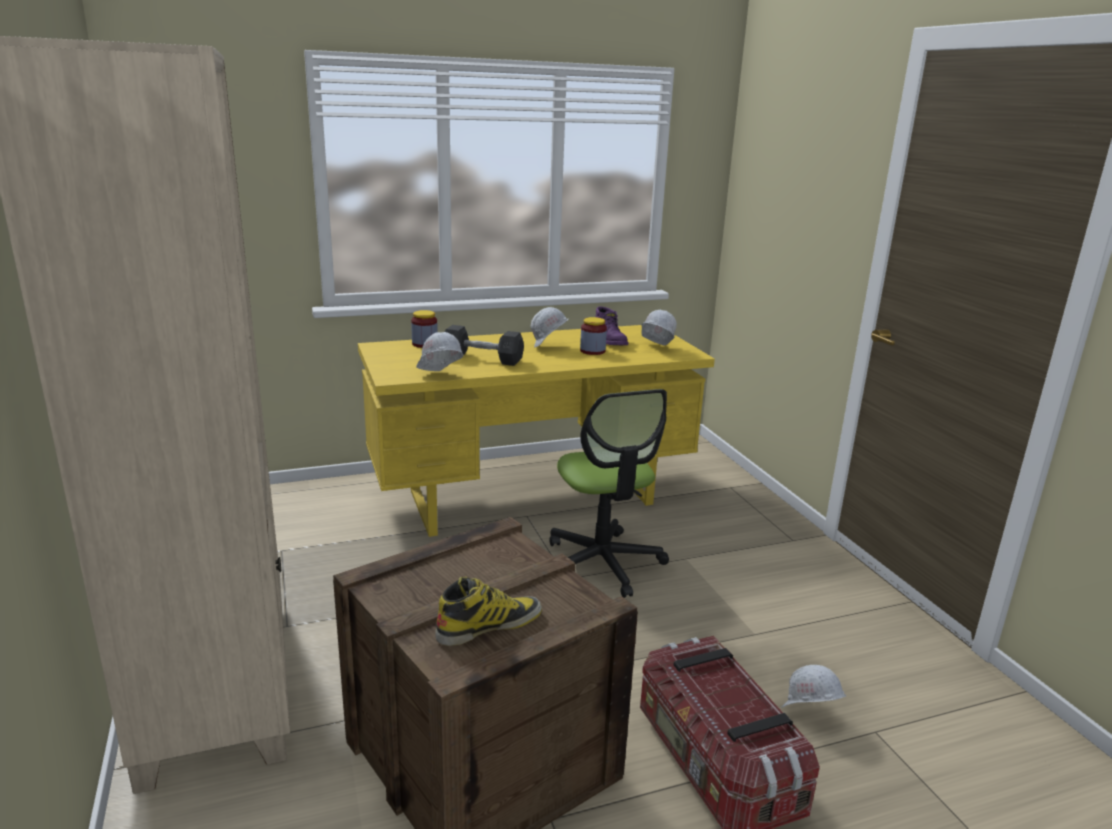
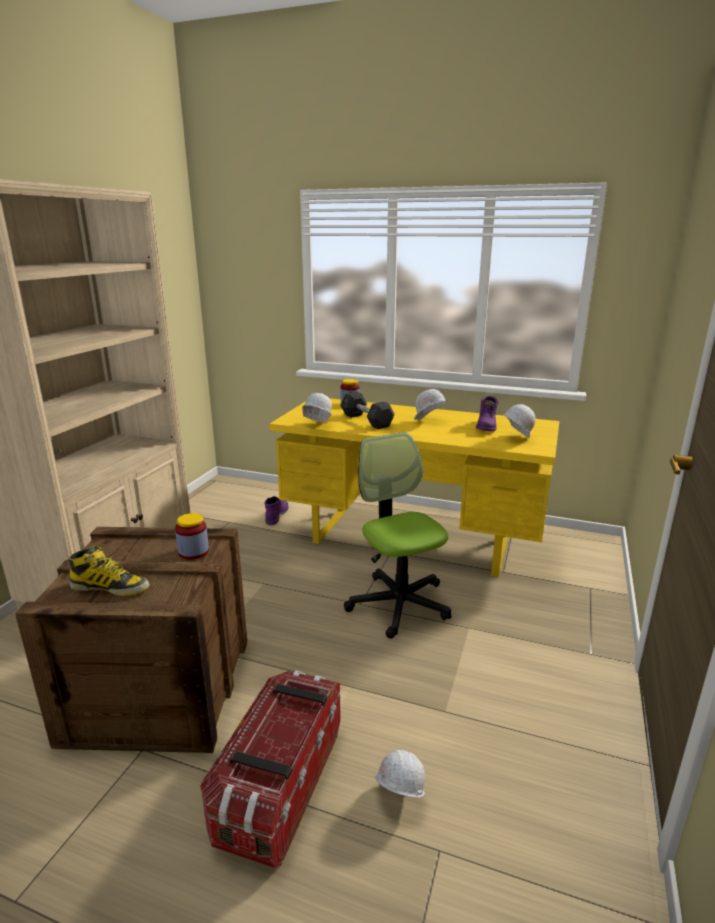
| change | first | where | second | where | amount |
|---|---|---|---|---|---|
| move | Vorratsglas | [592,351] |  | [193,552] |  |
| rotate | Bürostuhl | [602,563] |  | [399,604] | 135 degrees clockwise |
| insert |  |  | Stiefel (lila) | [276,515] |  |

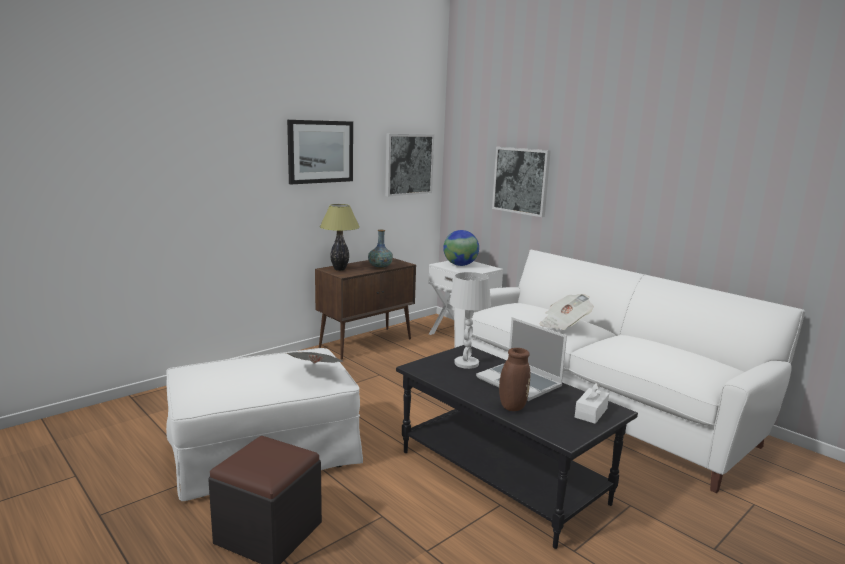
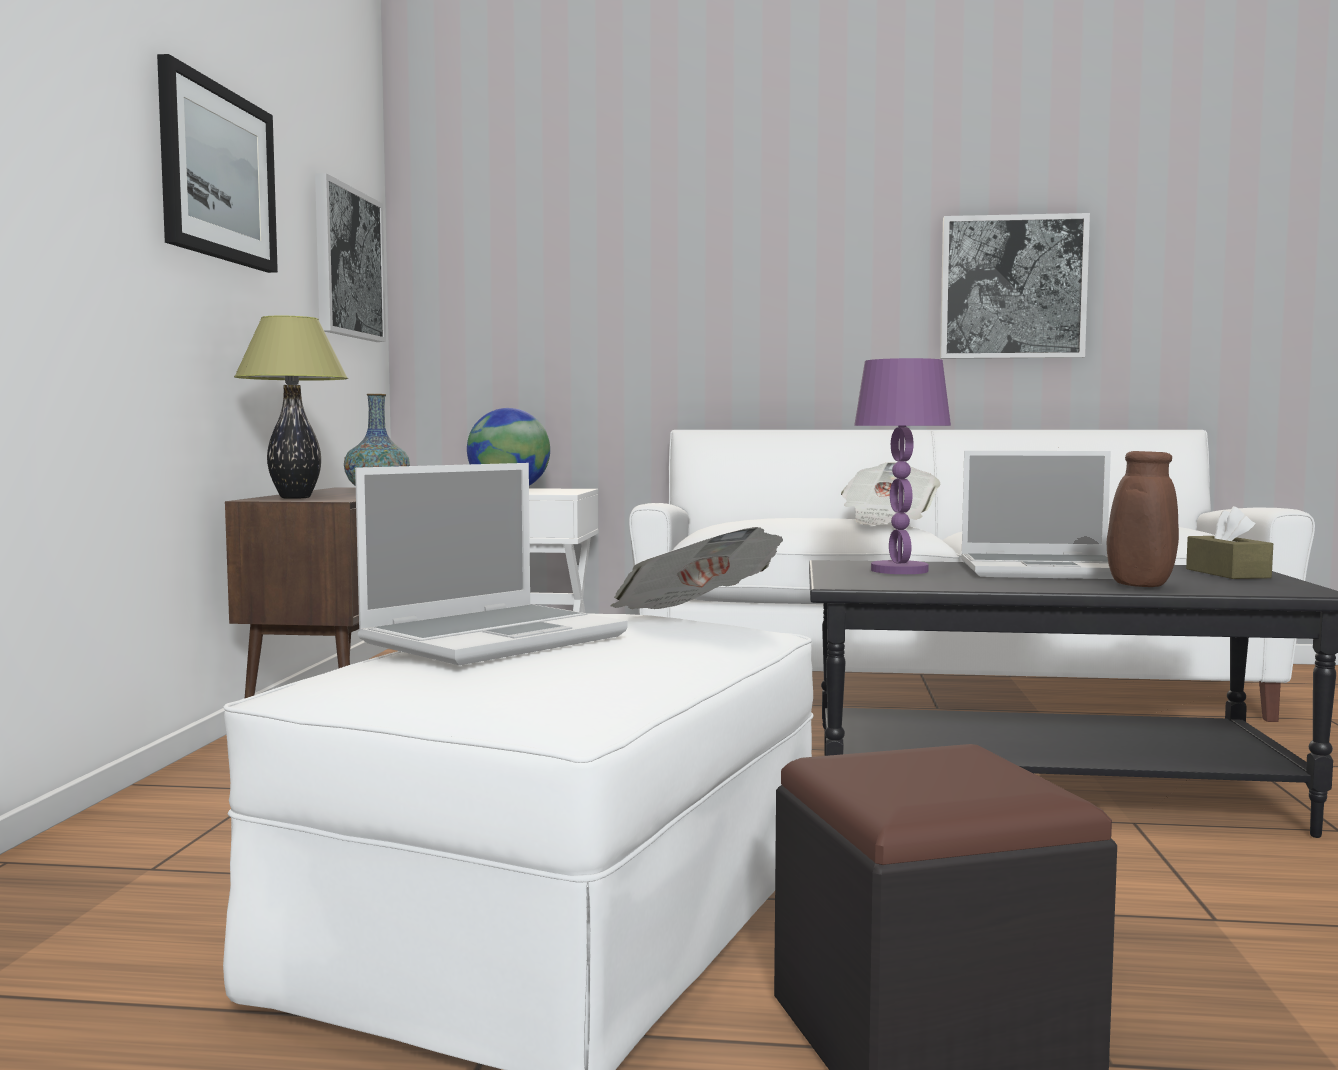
| change | first | where | second | where | amount |
|---|---|---|---|---|---|
| move | Bild | [521,181] |  | [1012,287] |  |
| recolor | Tischlampe (weiß) | [466,363] | Tischlampe (lila) | [900,570] |  |
| recolor | Taschentuchbox (weiß) | [591,413] | Taschentuchbox (braun) | [1227,573] |  |
| insert |  |  | Laptop | [494,638] |  |

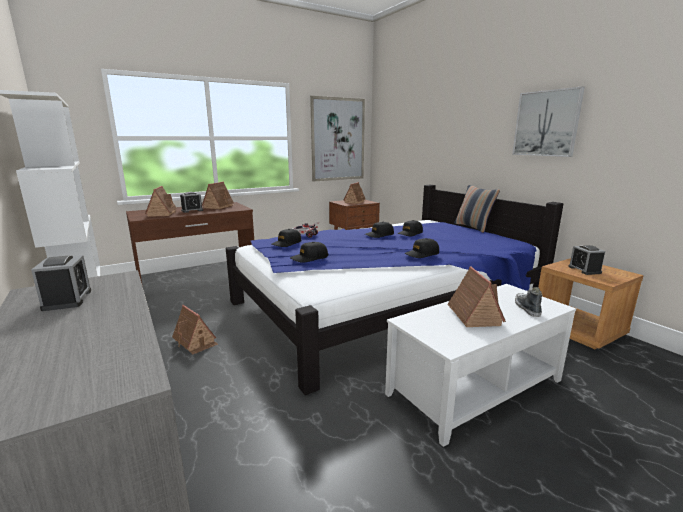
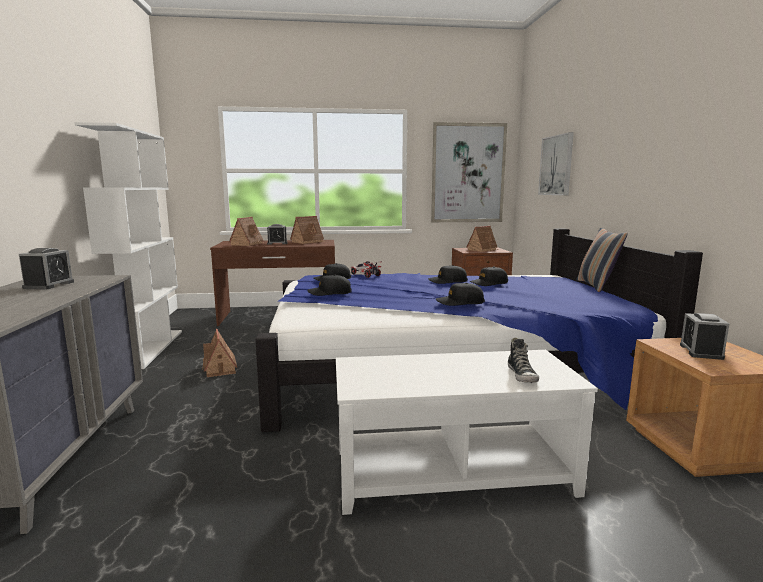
| change | first | where | second | where | amount |
|---|---|---|---|---|---|
| move | Bild | [546,123] |  | [556,165] |  |
| delete | Spielzeughaus | [473,315] |  |  |  |
| rotate | Schuh | [526,308] |  | [522,375] | 150 degrees clockwise |

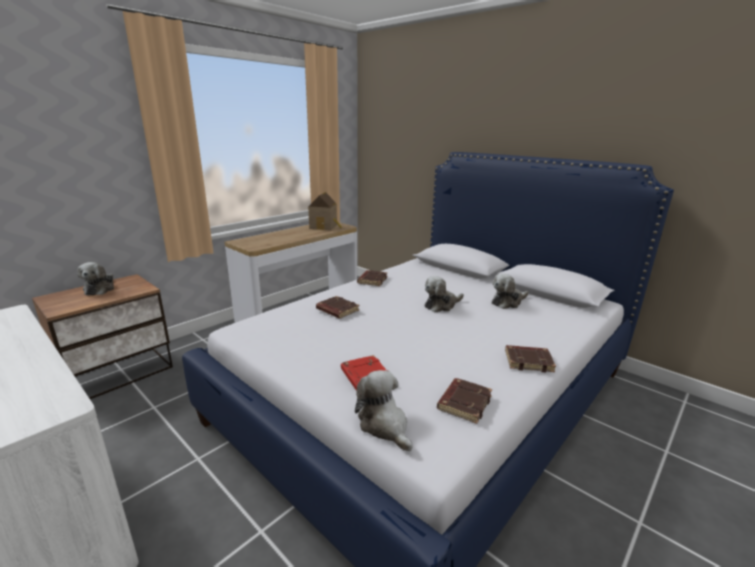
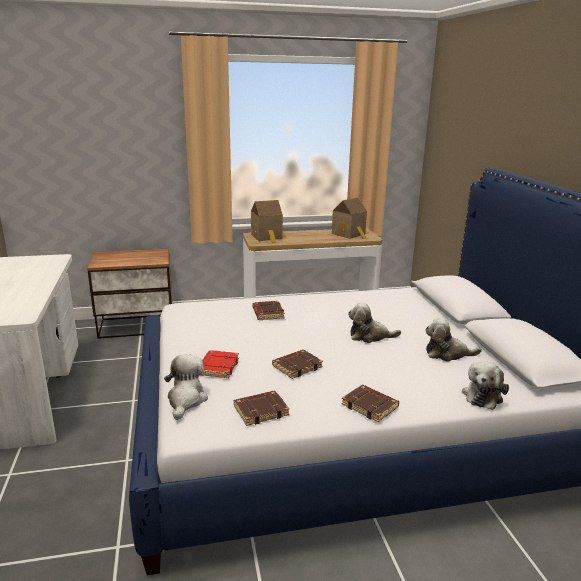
| change | first | where | second | where | amount |
|---|---|---|---|---|---|
| move | Plüschtier | [100,289] |  | [483,395] |  |
| move | Buch (braun) | [372,280] |  | [297,366] |  |
| insert |  |  | Spielzeughaus | [267,237] |  |

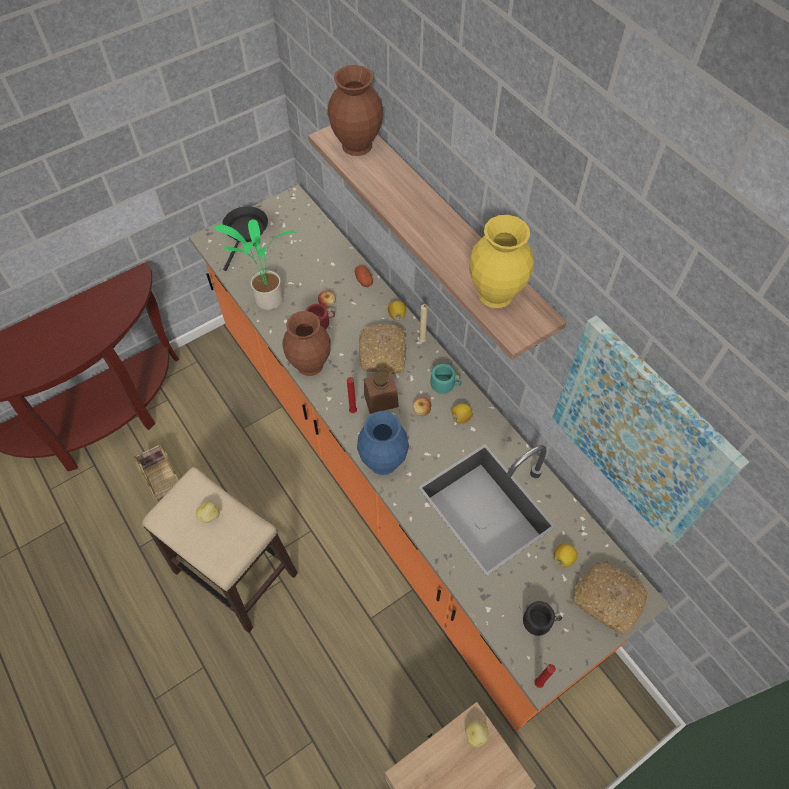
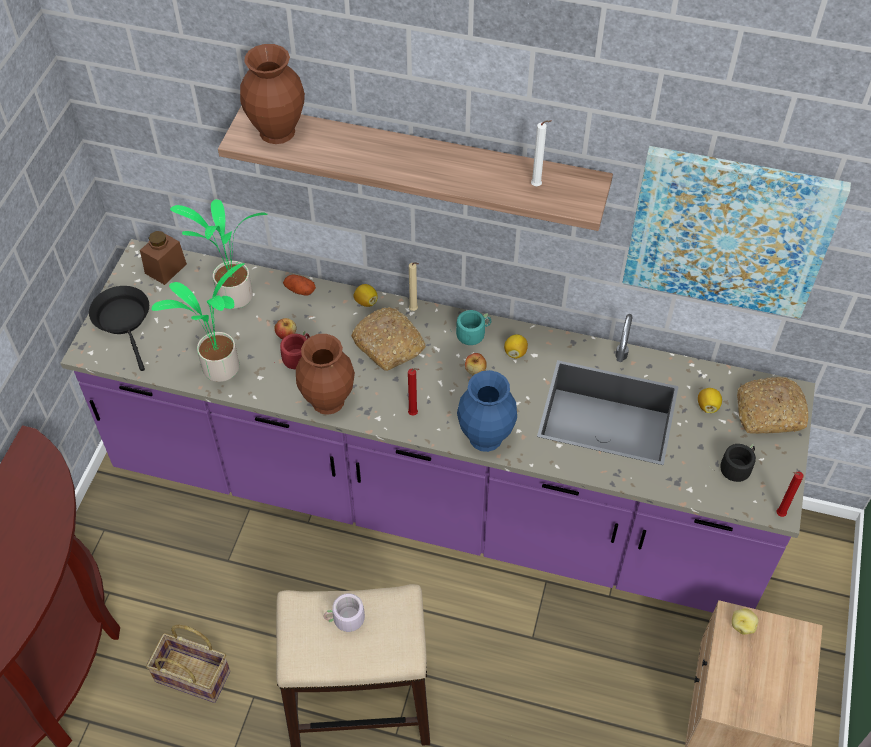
| change | first | where | second | where | amount |
|---|---|---|---|---|---|
| recolor | Küchenzeile (orange) | [394,480] | Küchenzeile (lila) | [435,497] |  |
| replace | Vase (gelb) | [495,295] | Kerze (weiß) | [537,186] |  |
| move | Vorratsglas (braun) | [381,400] |  | [165,268] |  |
| replace | Kartoffel | [210,516] | Henkelbecher (grau) | [345,621] |  |
| insert |  |  | Topfpflanze | [233,298] |  |

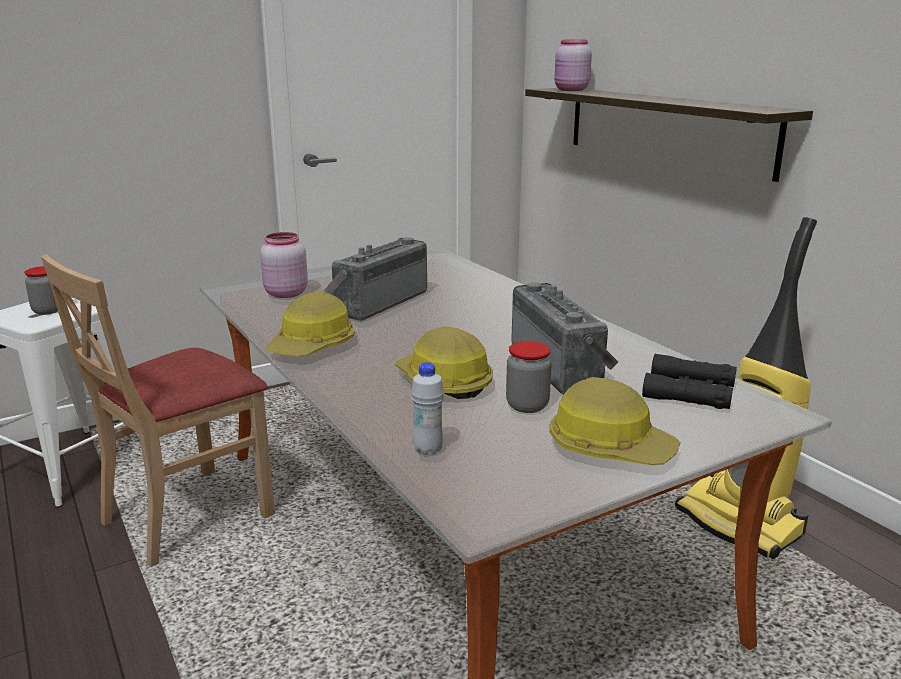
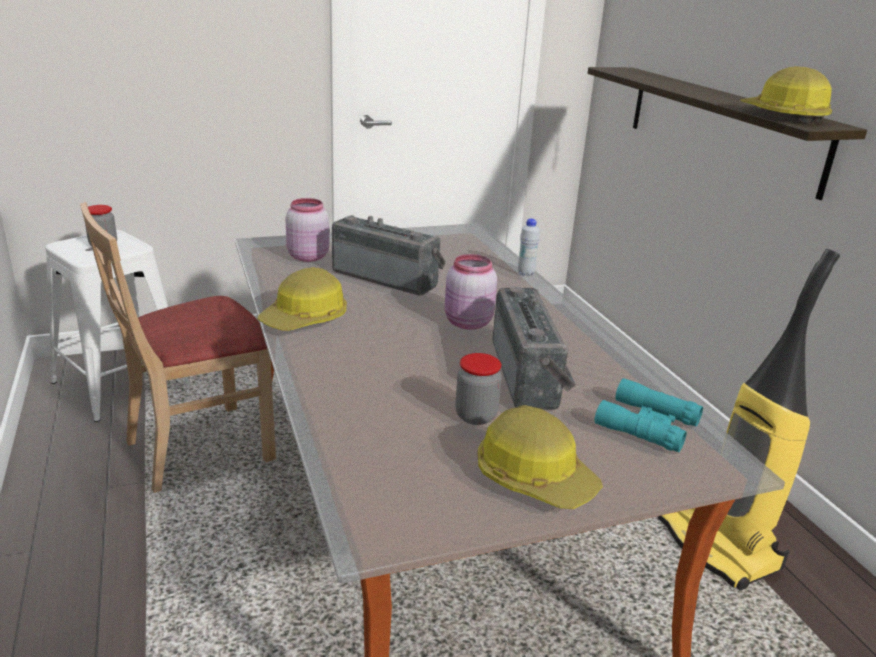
| change | first | where | second | where | amount |
|---|---|---|---|---|---|
| move | Vorratsglas (rosa) | [570,90] |  | [467,323] |  |
| rotate | Radio | [377,302] |  | [388,277] | 75 degrees clockwise |
| move | Schutzhelm | [443,382] |  | [783,116] |  |
| recolor | Fernglas (schwarz) | [689,392] | Fernglas (türkis) | [647,424] |  |
| move | Flasche (weiß) | [428,449] |  | [525,273] |  |

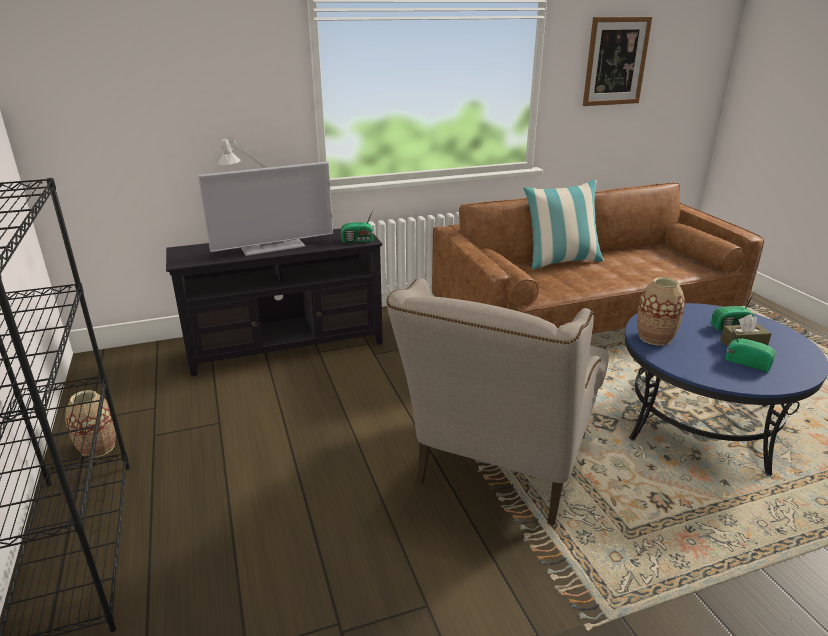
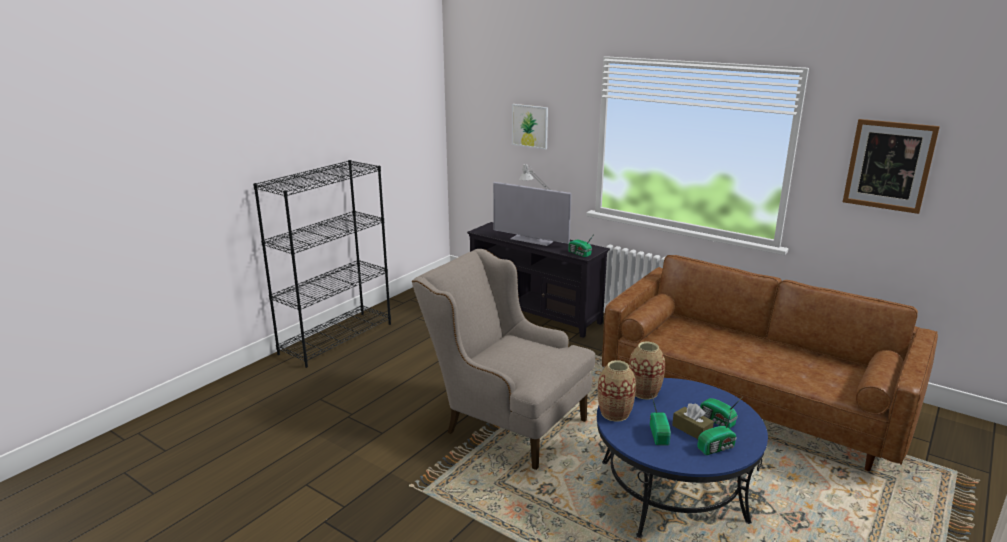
| change | first | where | second | where | amount |
|---|---|---|---|---|---|
| delete | Kissen | [561,261] |  |  |  |
| rotate | Sessel (beige) | [498,471] |  | [505,421] | 45 degrees clockwise |
| move | Vase | [98,448] |  | [614,413] |  |
| insert |  |  | Bild | [530,126] |  |
| insert |  |  | Radio | [717,448] |  |

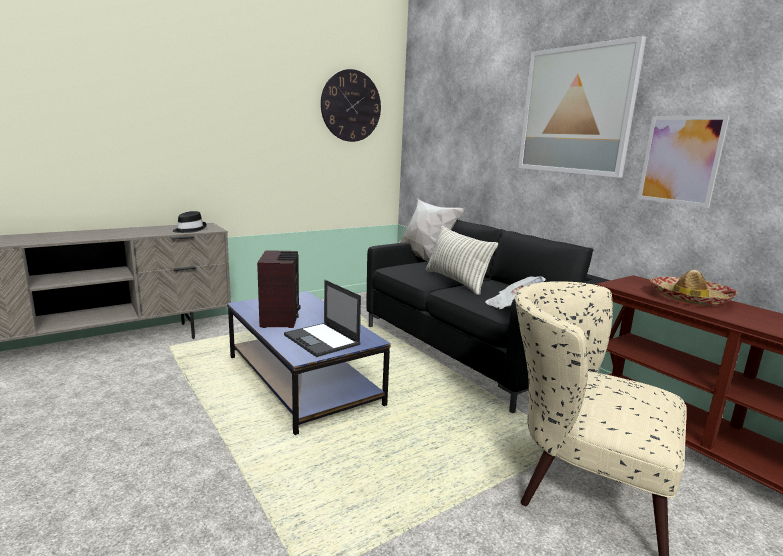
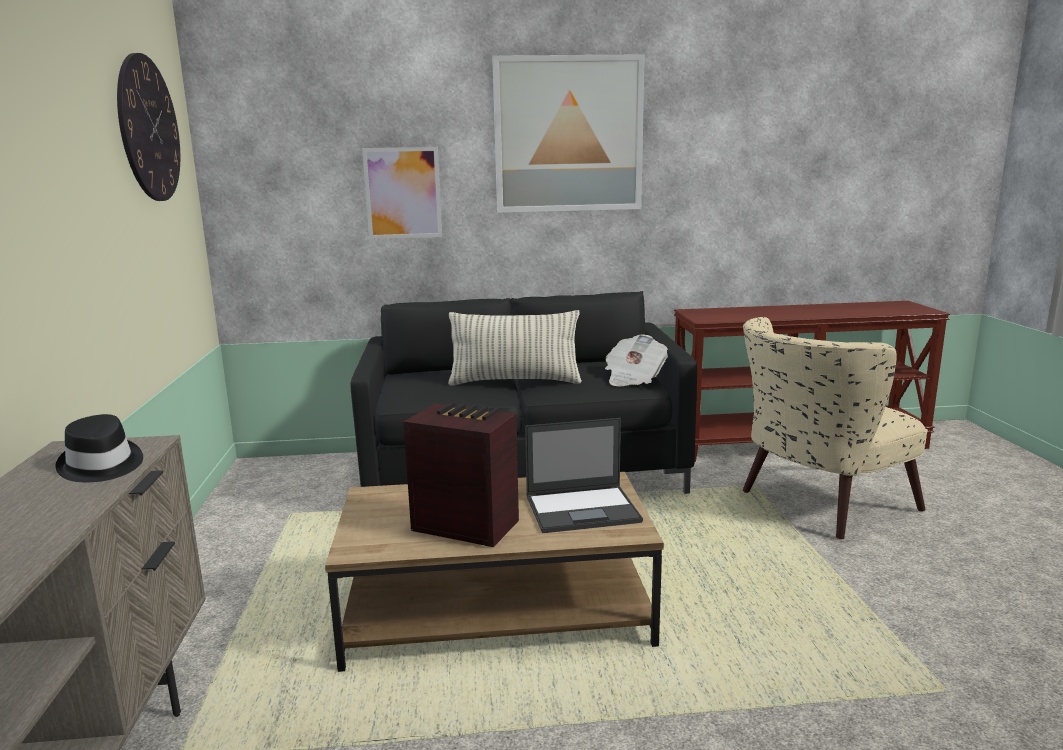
| change | first | where | second | where | amount |
|---|---|---|---|---|---|
| move | Bild | [680,160] |  | [403,193] |  |
| delete | Kissen (weiß) | [424,259] |  |  |  |
| delete | Hut | [689,298] |  |  |  |
| recolor | Couchtisch (blau) | [303,380] | Couchtisch (braun) | [499,610] |  |

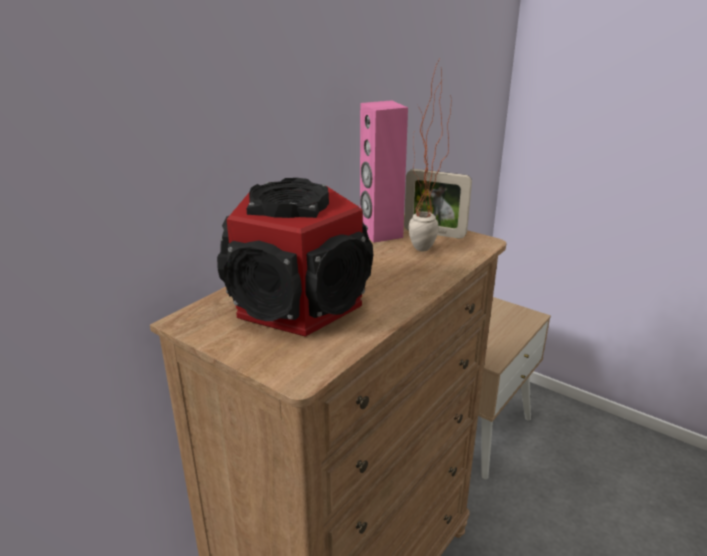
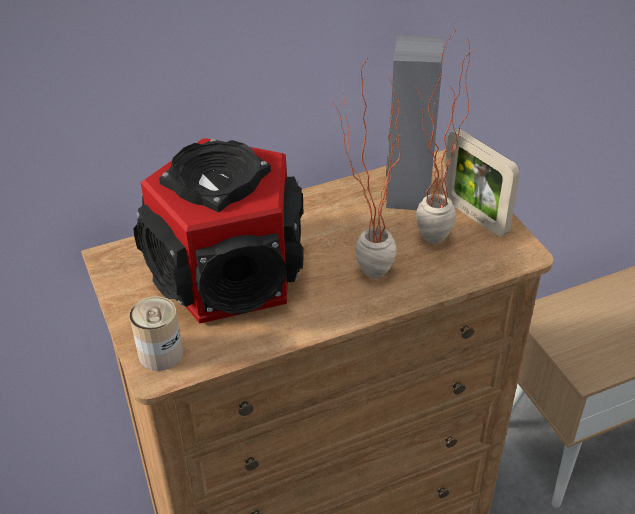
| change | first | where | second | where | amount |
|---|---|---|---|---|---|
| recolor | Lautsprecher (rosa) | [380,233] | Lautsprecher (grau) | [407,195] |  |
| insert |  |  | Topfpflanze | [361,272] |  |
| insert |  |  | Dose | [160,353] |  |

